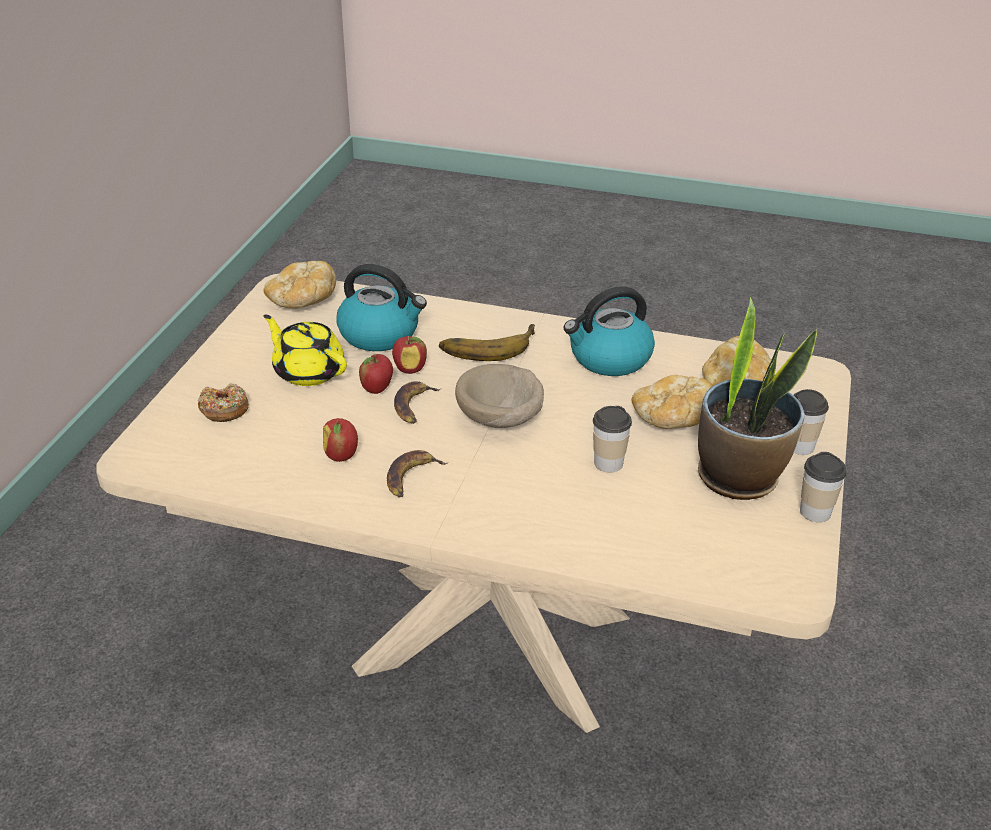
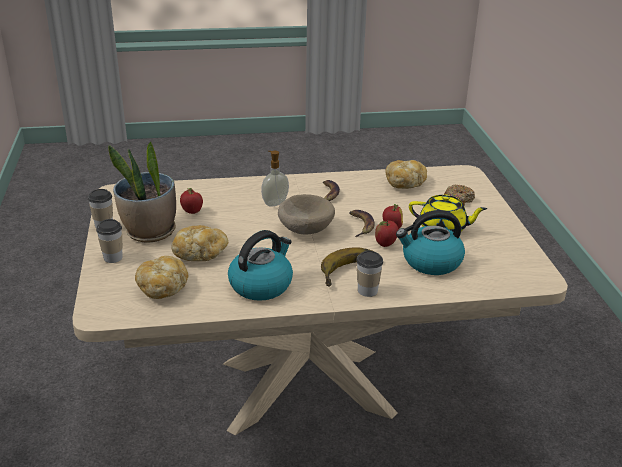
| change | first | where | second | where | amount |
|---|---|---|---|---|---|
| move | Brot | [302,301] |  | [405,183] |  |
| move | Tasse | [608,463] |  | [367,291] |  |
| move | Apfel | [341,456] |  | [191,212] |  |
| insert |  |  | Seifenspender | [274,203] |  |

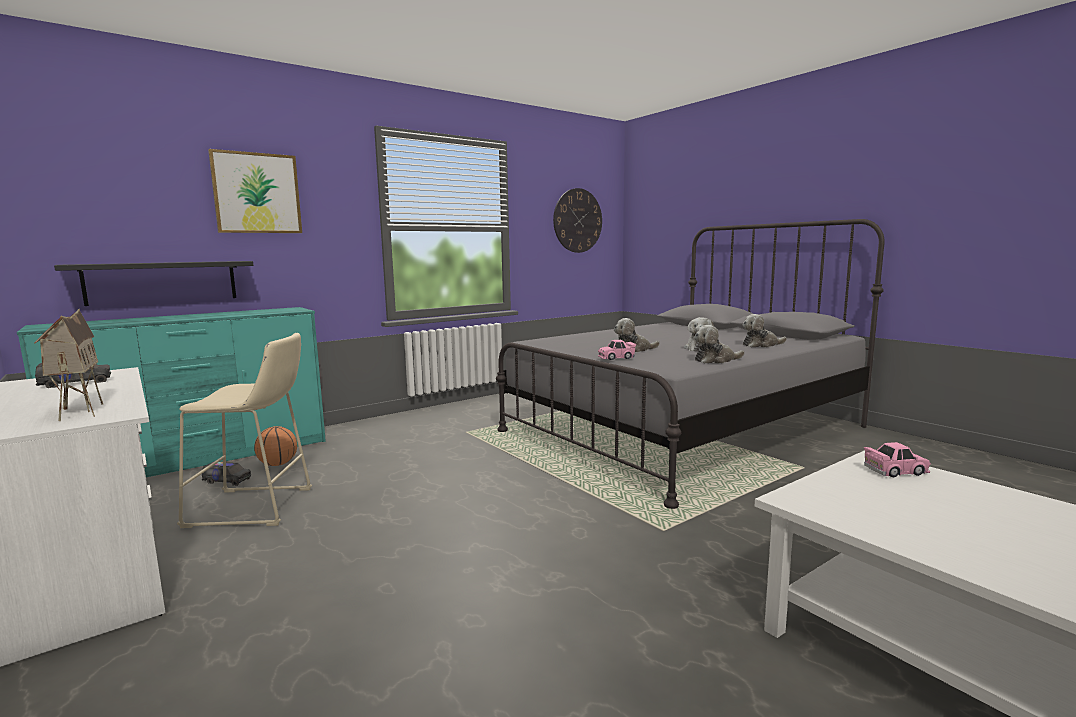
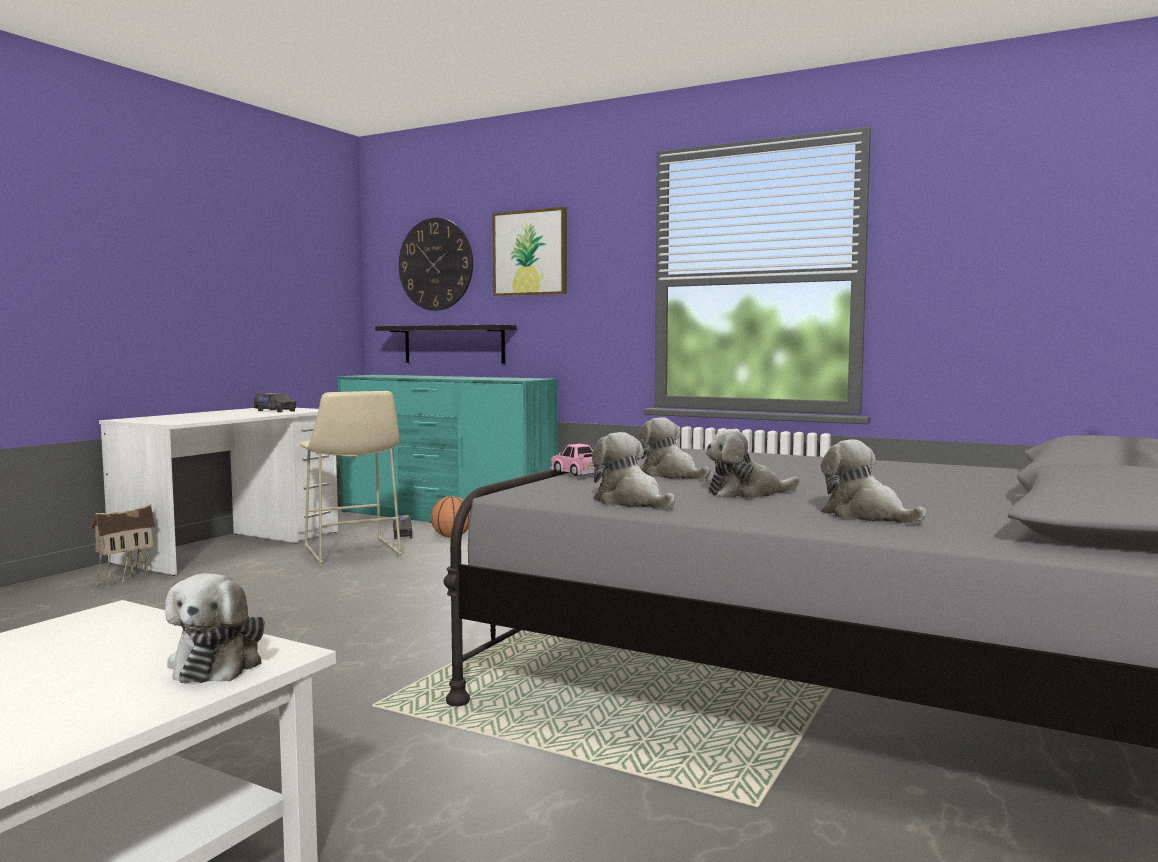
| change | first | where | second | where | amount |
|---|---|---|---|---|---|
| move | Wanduhr | [577,220] |  | [435,264] |  |
| move | Spielzeughaus | [77,411] |  | [124,580] |  |
| replace | Spielzeugauto (rosa) | [895,471] | Plüschtier | [219,663] |  |

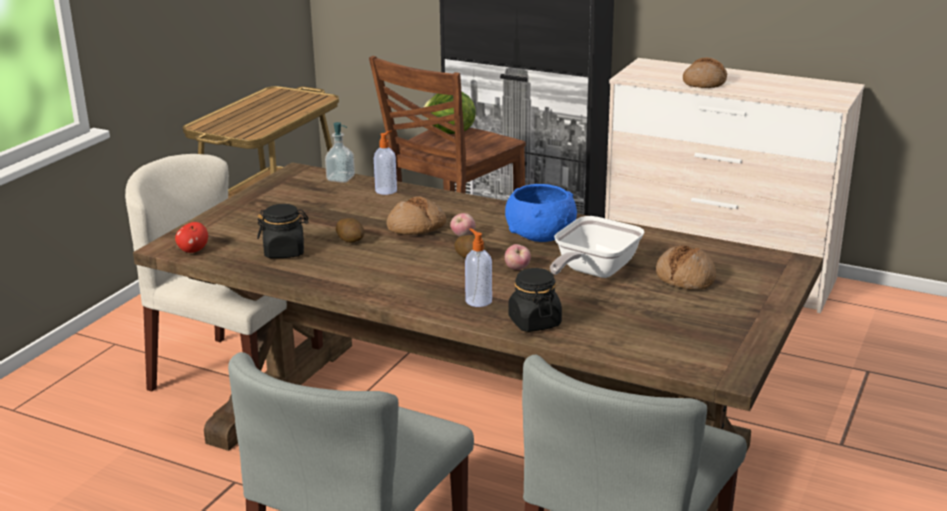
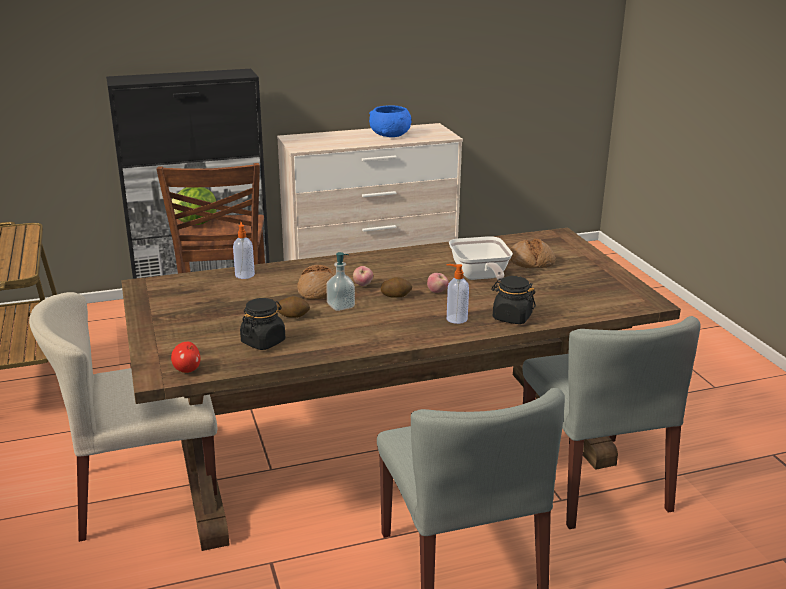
| change | first | where | second | where | amount |
|---|---|---|---|---|---|
| delete | Brot | [704,82] |  |  |  |
| move | Seifenspender | [340,179] |  | [341,306] |  |
| move | Schüssel (blau) | [540,234] |  | [390,135] |  |

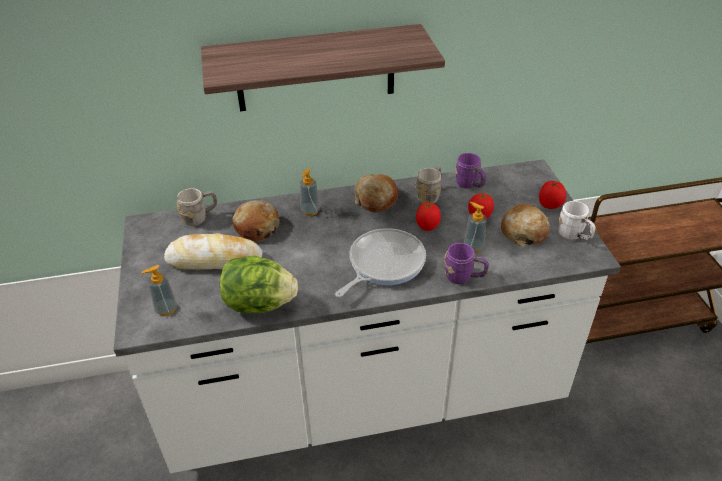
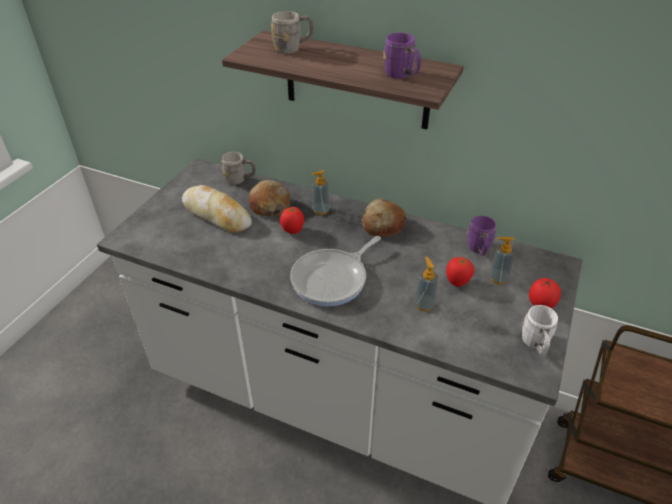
| change | first | where | second | where | amount |
|---|---|---|---|---|---|
| move | Henkelbecher (grau) | [430,195] |  | [293,48] |  |
| move | Tomate | [427,227] |  | [293,231] |  |
| delete | Brot | [523,232] |  |  |  |
| rotate | Pfanne | [383,264] |  | [332,279] | 150 degrees clockwise |
| move | Henkelbecher (lila) | [464,277] |  | [402,76] |  |
| delete | Salatkopf | [259,304] |  |  |  |
| move | Seifenspender | [166,309] |  | [498,278] |  |

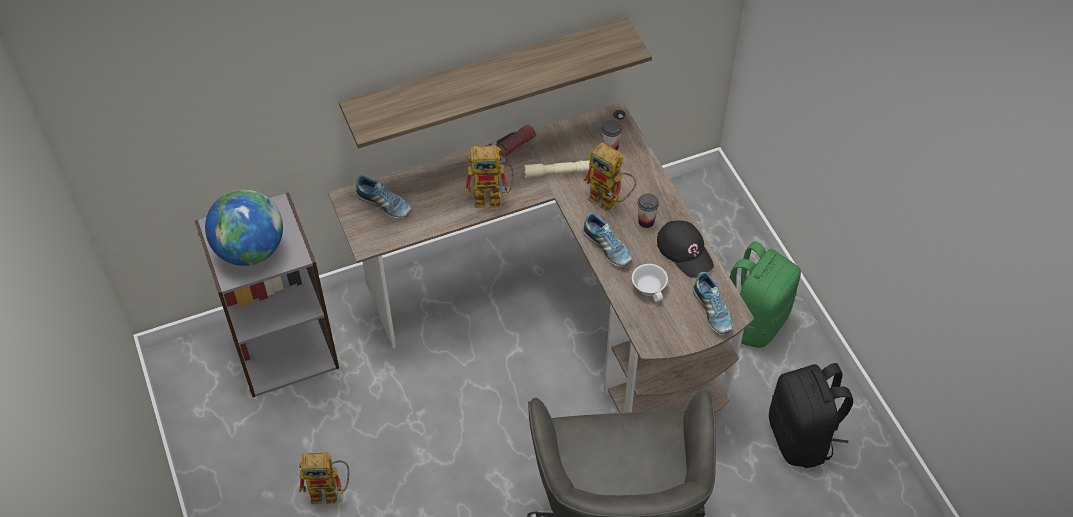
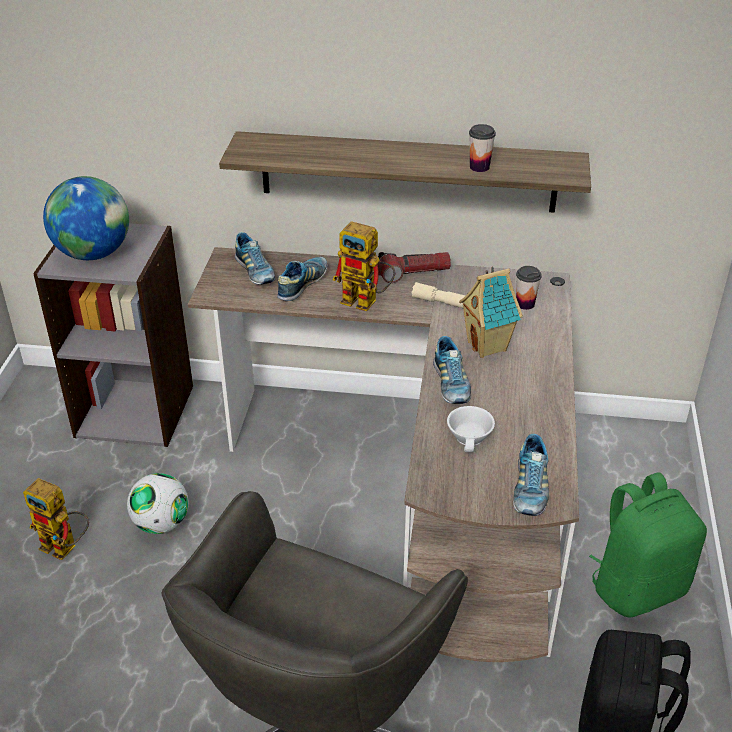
| change | first | where | second | where | amount |
|---|---|---|---|---|---|
| replace | Spielzeugroboter | [610,201] | Spielzeughaus | [488,346] |  |
| move | Tasse | [646,221] |  | [479,167] |  |
| delete | Kappe (schwarz) | [685,251] |  |  |  |
| insert |  |  | Schuh | [302,285] |  |
| insert |  |  | Fußball | [161,524] |  |

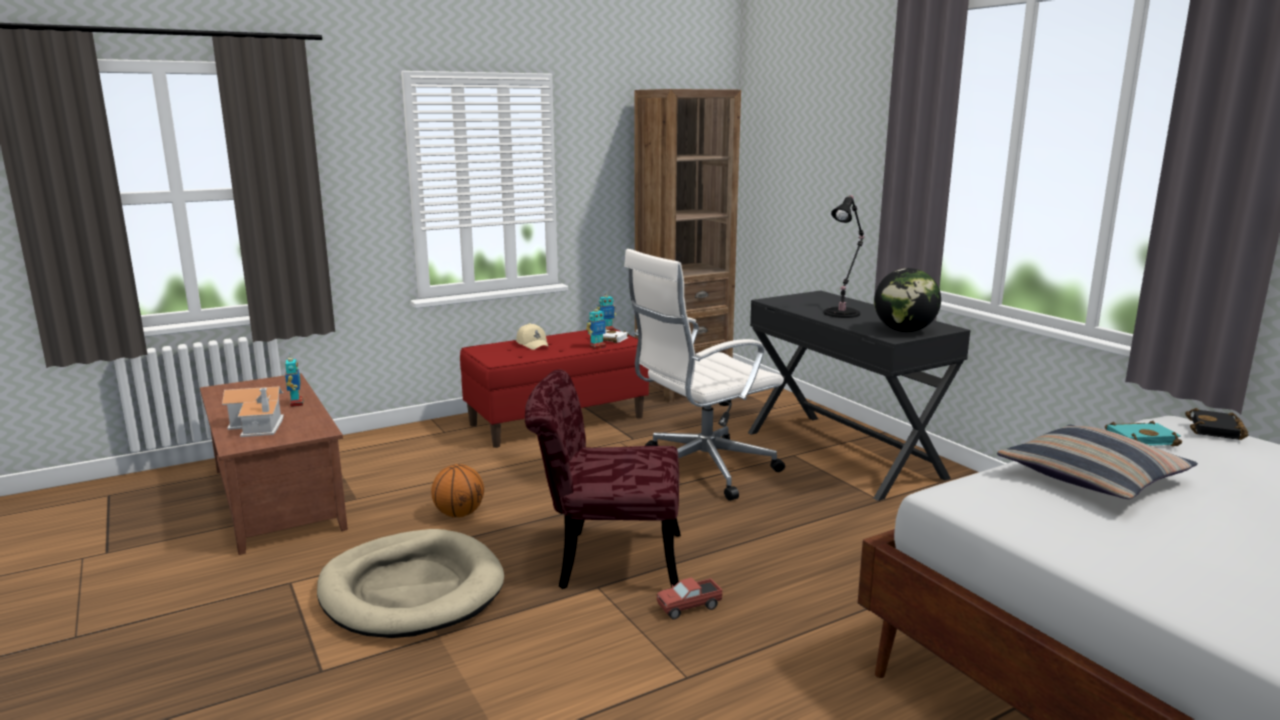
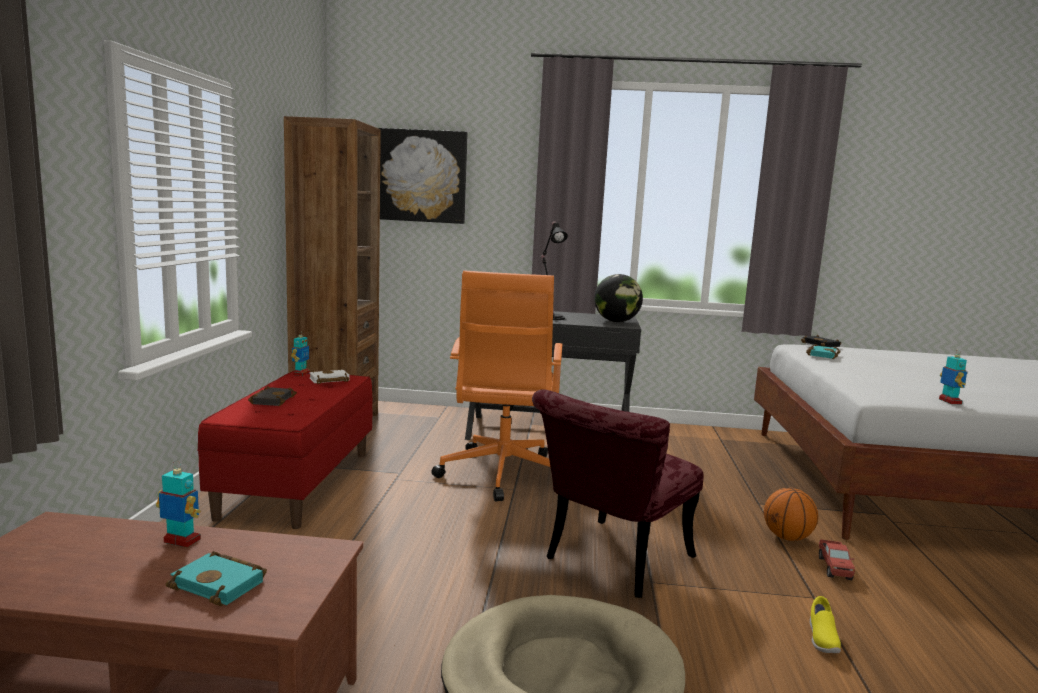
| change | first | where | second | where | amount |
|---|---|---|---|---|---|
| recolor | Bürostuhl (weiß) | [700,470] | Bürostuhl (orange) | [502,475] |  |
| move | Spielzeugroboter | [597,347] |  | [949,401] |  |
| replace | Kappe (beige) | [533,344] | Buch (schwarz) | [271,400] |  |
| replace | Spielzeughaus | [259,425] | Buch (türkis) | [222,584] |  |
| delete | Kissen | [1092,478] |  |  |  |
| move | Basketball | [459,514] |  | [787,537] |  |
| move | Spielzeuglaster | [689,607] |  | [834,568] |  |
| insert |  |  | Bild | [422,176] |  |
| insert |  |  | Schuh (gelb) | [821,638] |  |

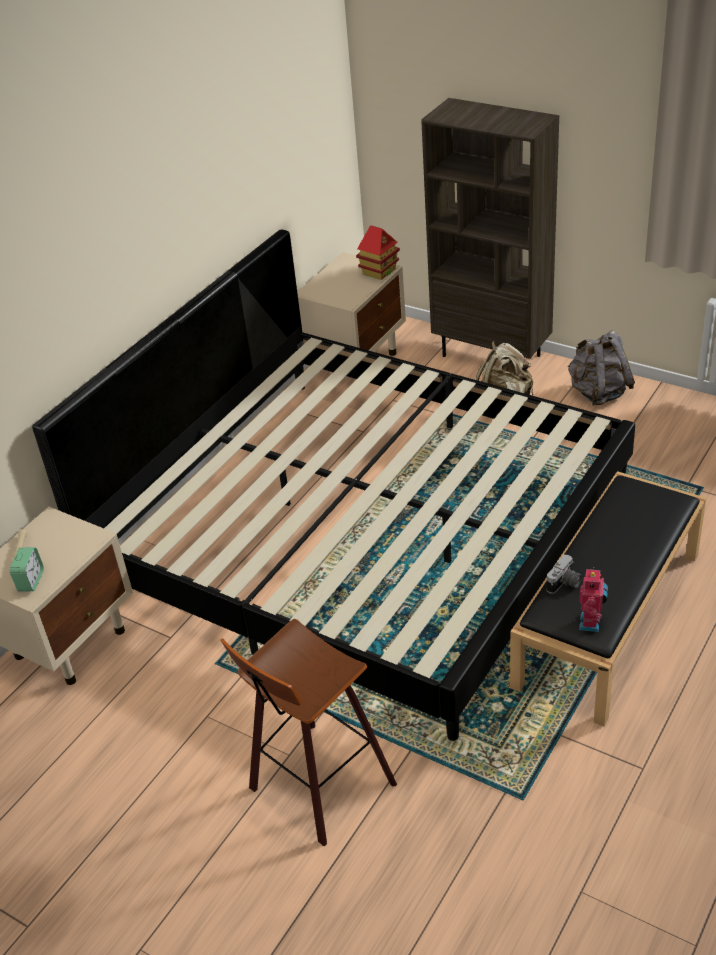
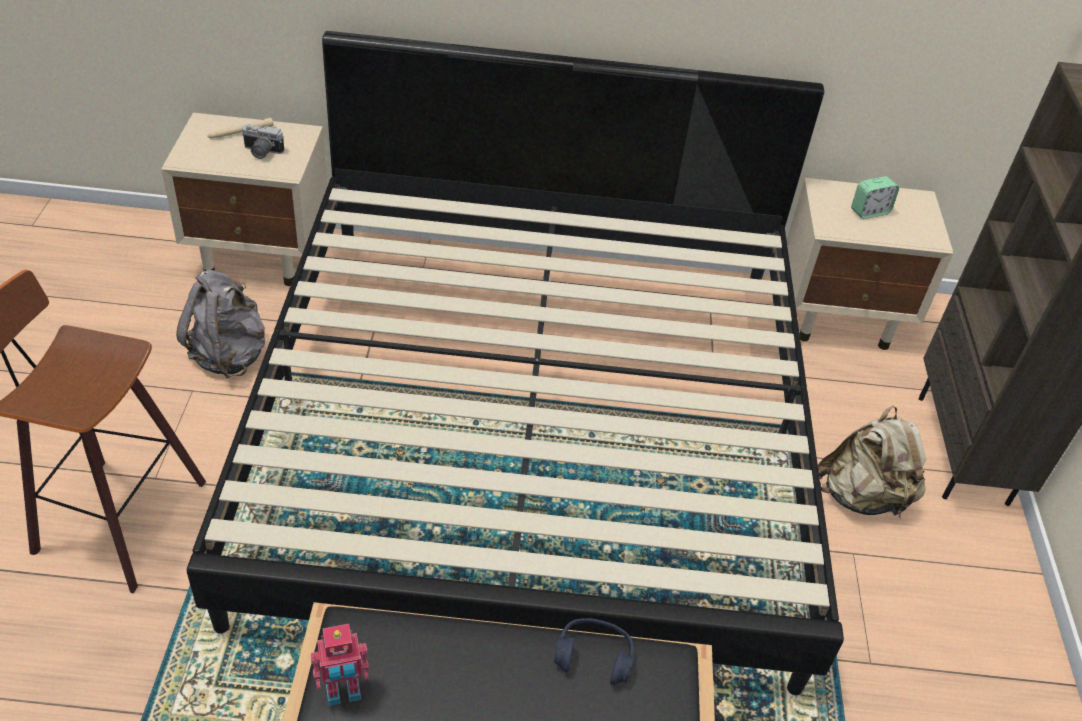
| change | first | where | second | where | amount |
|---|---|---|---|---|---|
| delete | Spielzeughaus | [379,271] |  |  |  |
| move | Rucksack (grau) | [598,393] |  | [229,355] |  |
| move | Wecker | [31,581] |  | [869,212] |  |
| move | Kamera | [565,584] |  | [261,152] |  |
| insert |  |  | Kopfhörer (blau) | [594,656] |  |

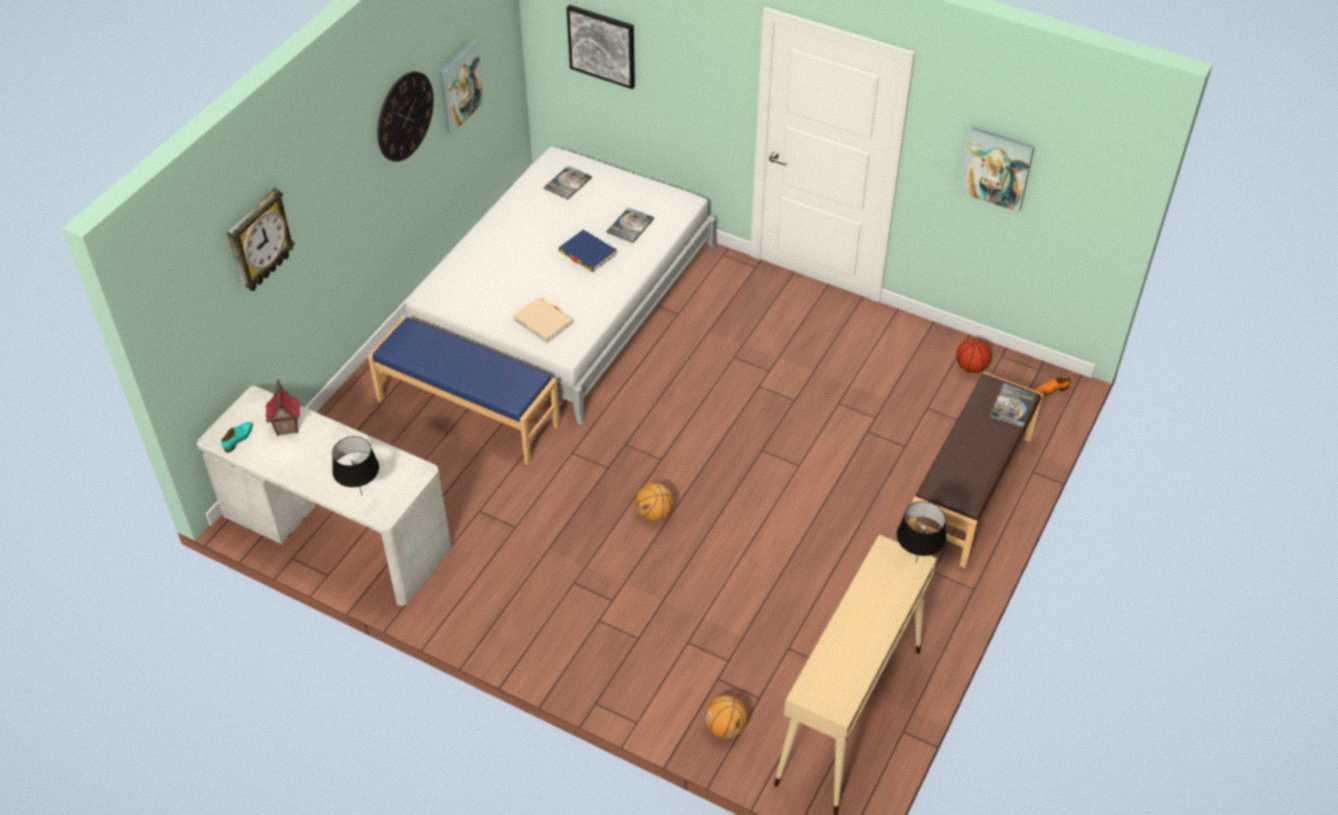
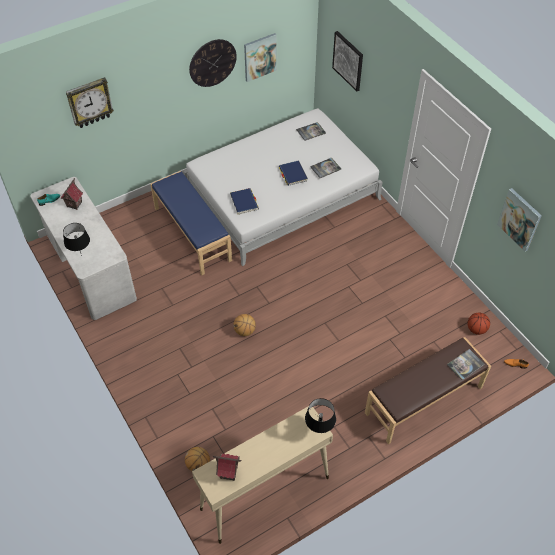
| change | first | where | second | where | amount |
|---|---|---|---|---|---|
| recolor | Buch (beige) | [543,322] | Buch (blau) | [244,202] |  |
| insert |  |  | Spielzeughaus | [228,473] |  |

